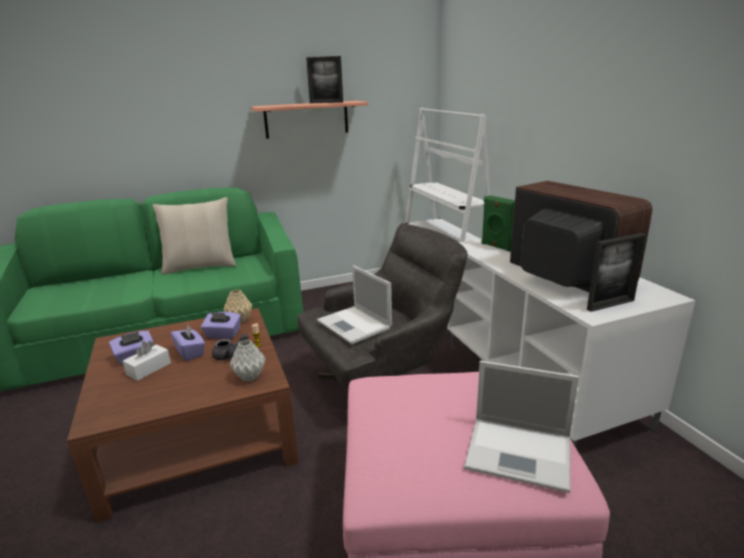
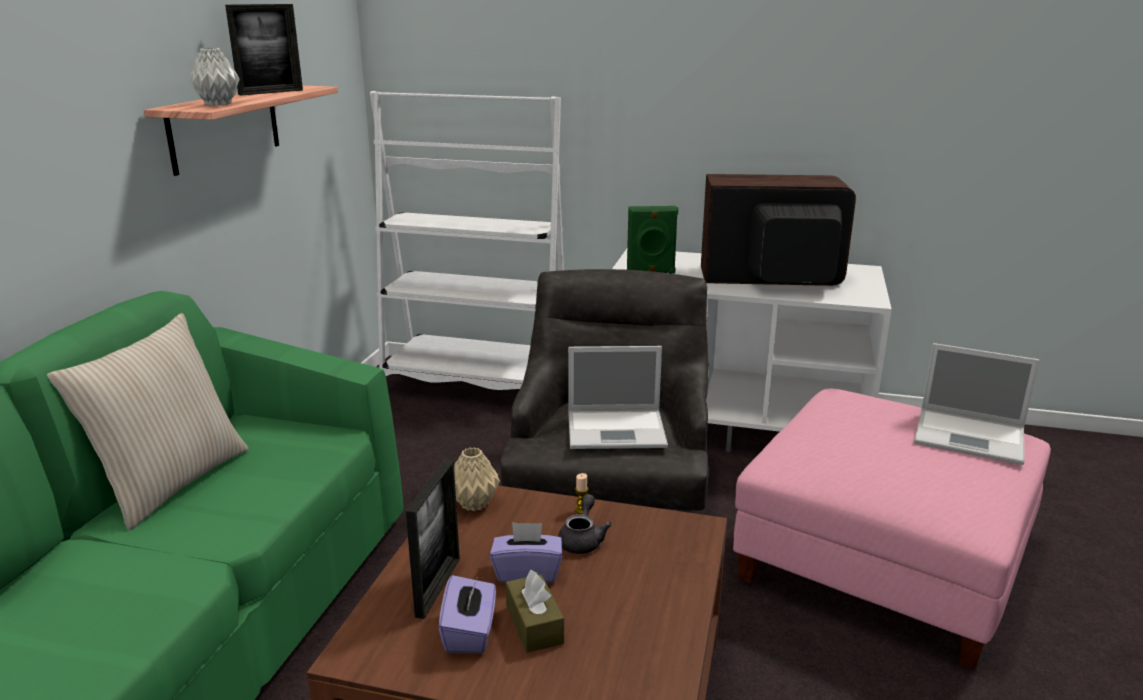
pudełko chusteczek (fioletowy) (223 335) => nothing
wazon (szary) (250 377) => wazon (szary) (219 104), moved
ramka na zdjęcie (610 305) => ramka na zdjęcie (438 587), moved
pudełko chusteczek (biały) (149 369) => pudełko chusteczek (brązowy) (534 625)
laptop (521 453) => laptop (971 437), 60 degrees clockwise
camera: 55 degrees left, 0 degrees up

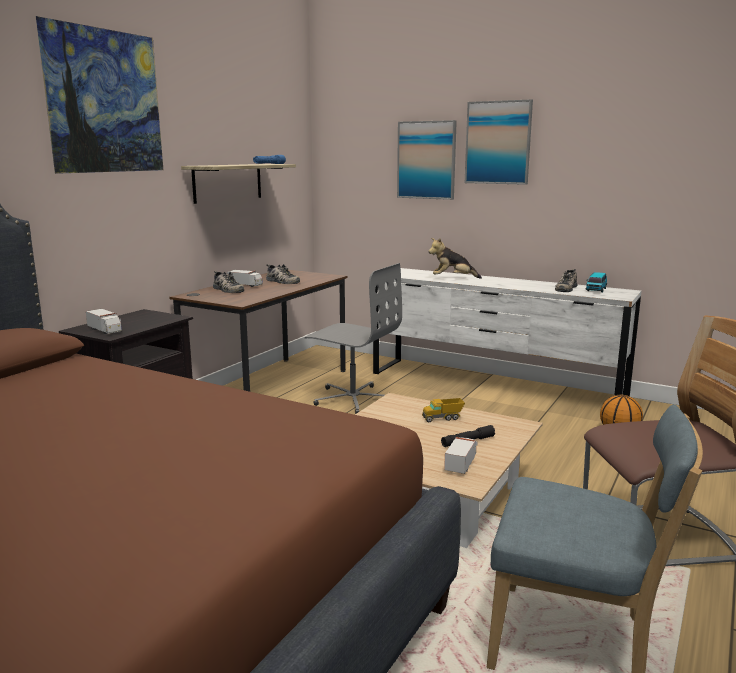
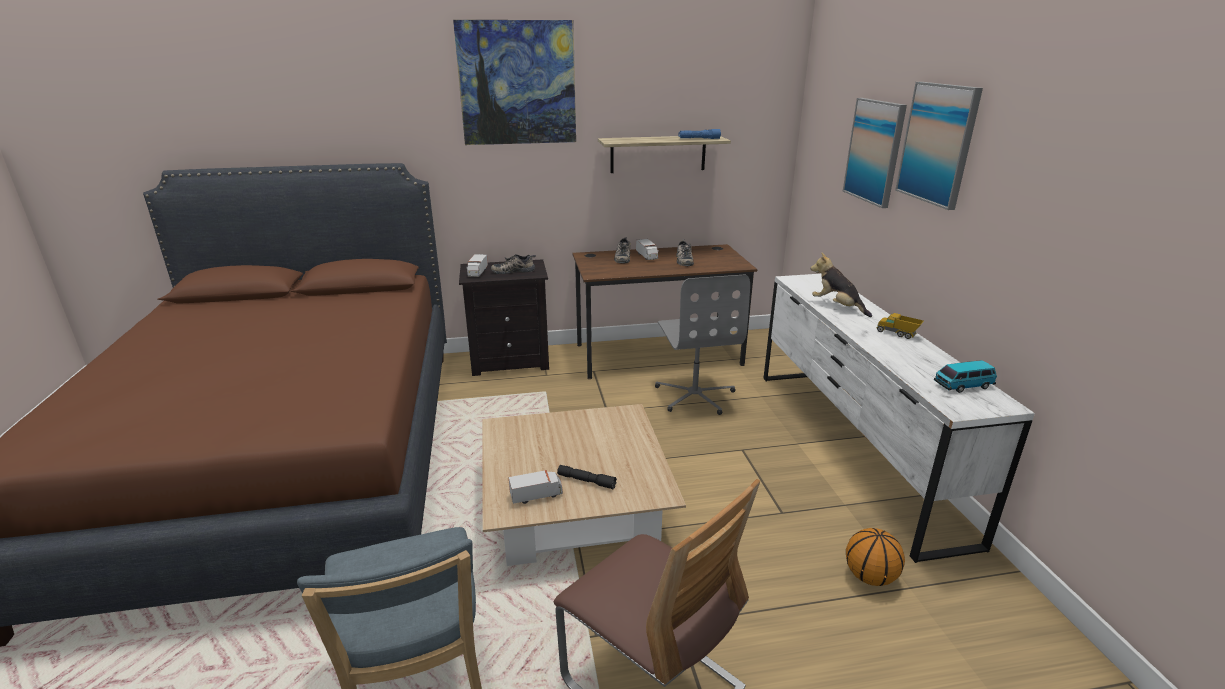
ciężarówka zabawkowa (443 418) => ciężarówka zabawkowa (897 334), moved
but (565 288) => but (514 270), moved
camera: 50 degrees right, 10 degrees up

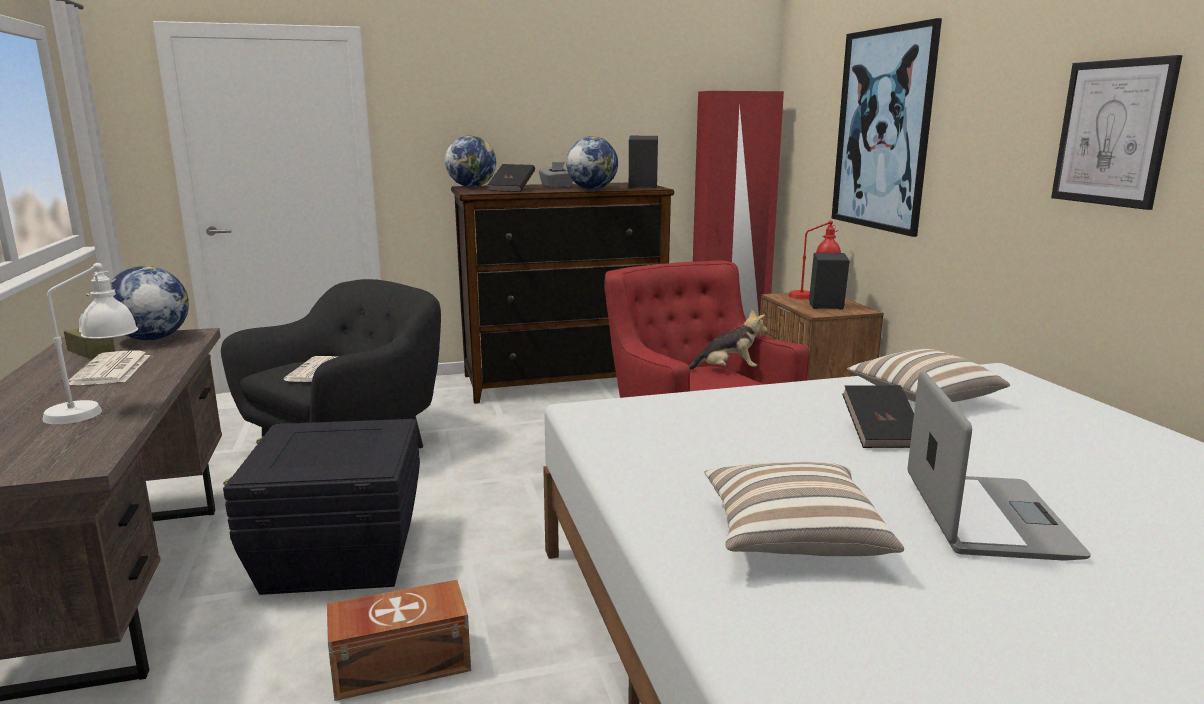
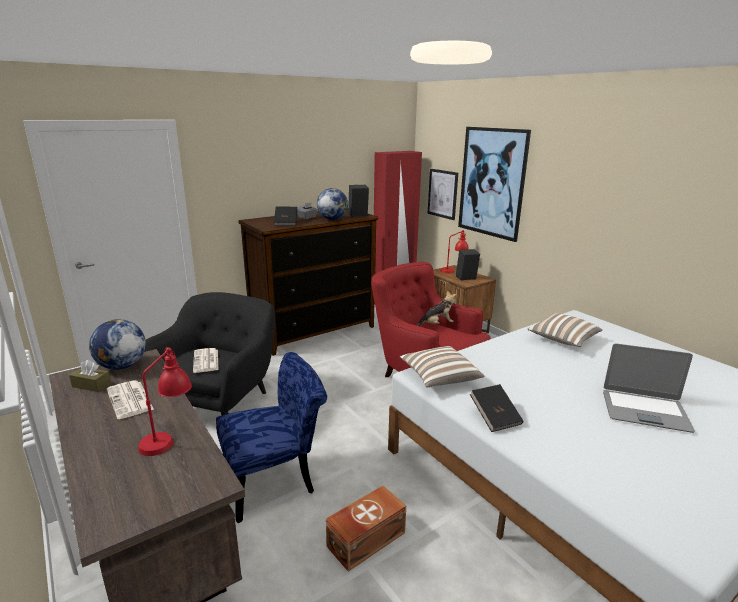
globus (472 187) => nothing
poduszka (792 537) => poduszka (439 377), moved
książka (czarny) (881 435) => książka (czarny) (495 417), moved
obraz (1113 133) => obraz (442 194), moved
pojemnik do przechowywania (czarny) (339 557) => krzesło (niebieski) (276 480)
lampa stołowa (biały) (99 410) => lampa stołowa (czerwony) (169 437)
laptop (986 517) => laptop (644 411), 120 degrees clockwise
camera: 20 degrees left, 5 degrees up

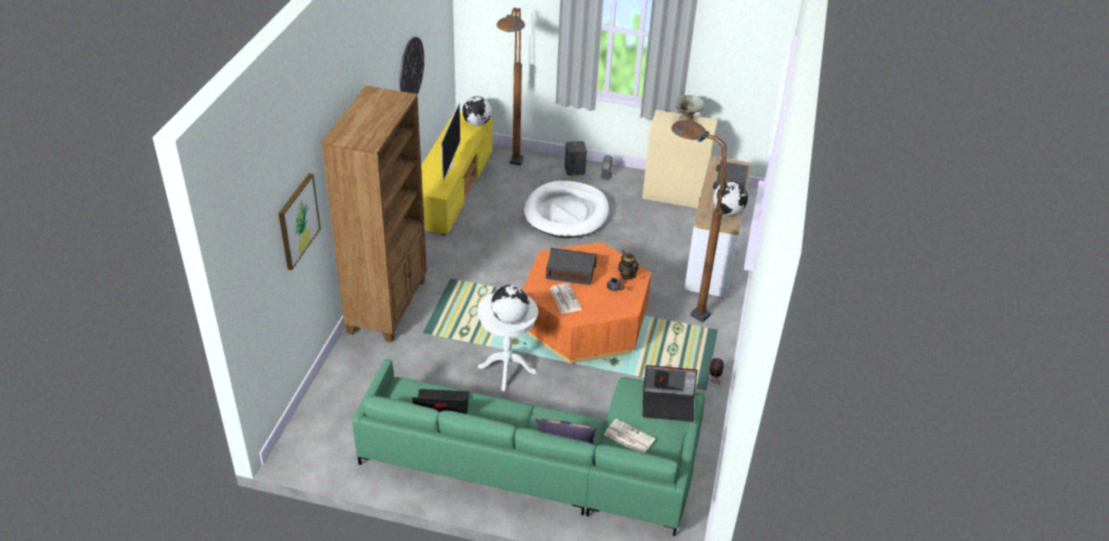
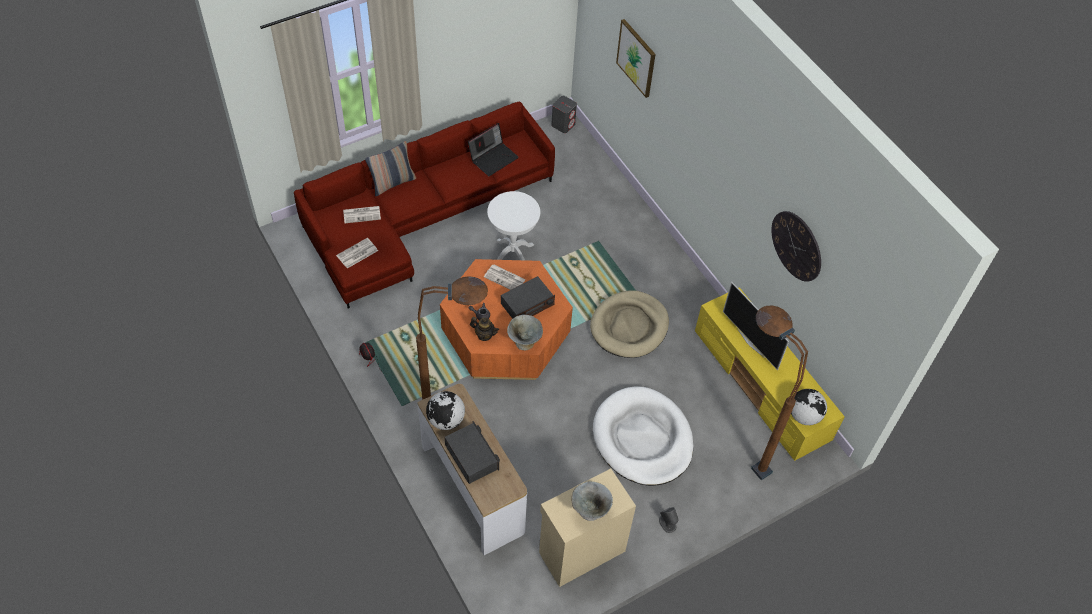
regał (brązowy) (388 305) => nothing
globus (510 318) => nothing
nothing => miska (szary) (524 342)
nothing => legowisko (beżowy) (629 326)
głośnik (szary) (574 170) => głośnik (szary) (563 124), moved
laptop (669 404) => gazeta (357 254)
kanapa (zielony) (545 461) => kanapa (czerwony) (421 216)
camera: 135 degrees right, 15 degrees up

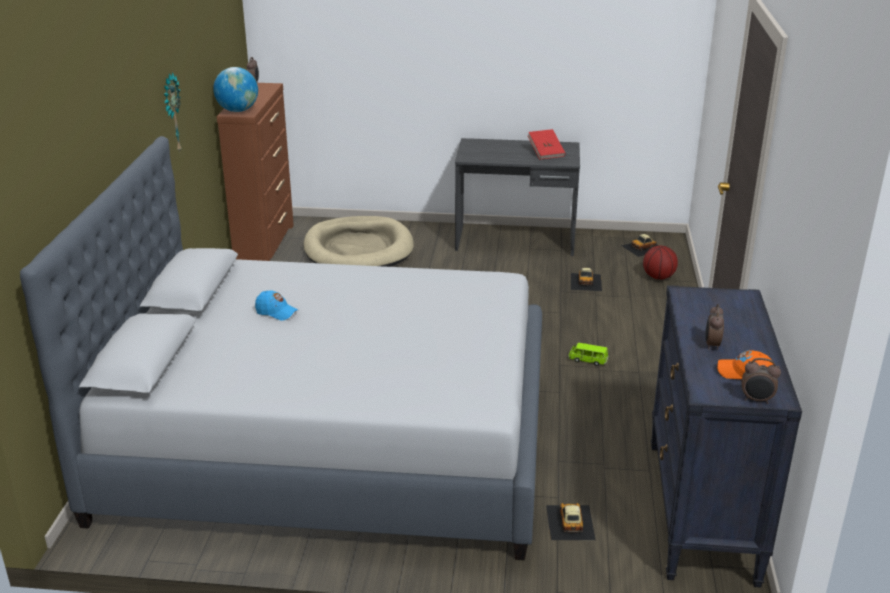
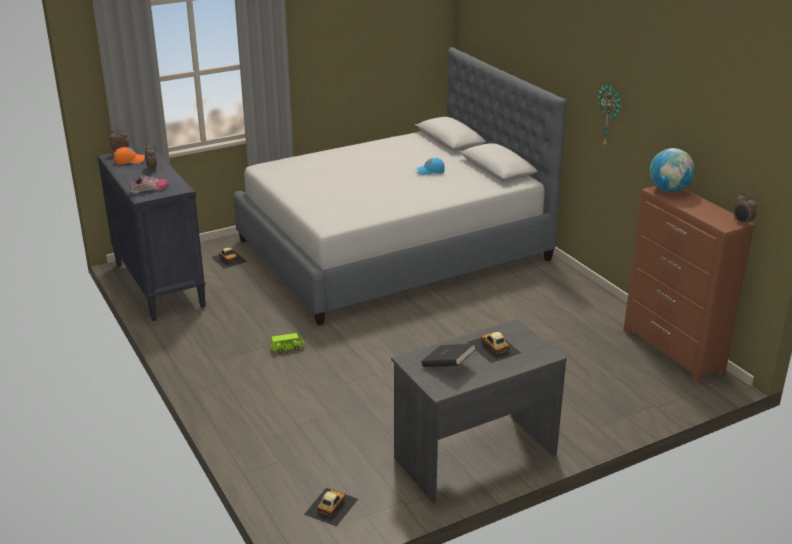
legowisko (beżowy) (358 249) => nothing
piłka do koszykówki (659 277) => nothing
nothing => but (149 189)
samochodzik (586 281) => samochodzik (493 347), moved
książka (czerwony) (546 153) => książka (czarny) (448 365)
camera: 145 degrees right, 0 degrees up

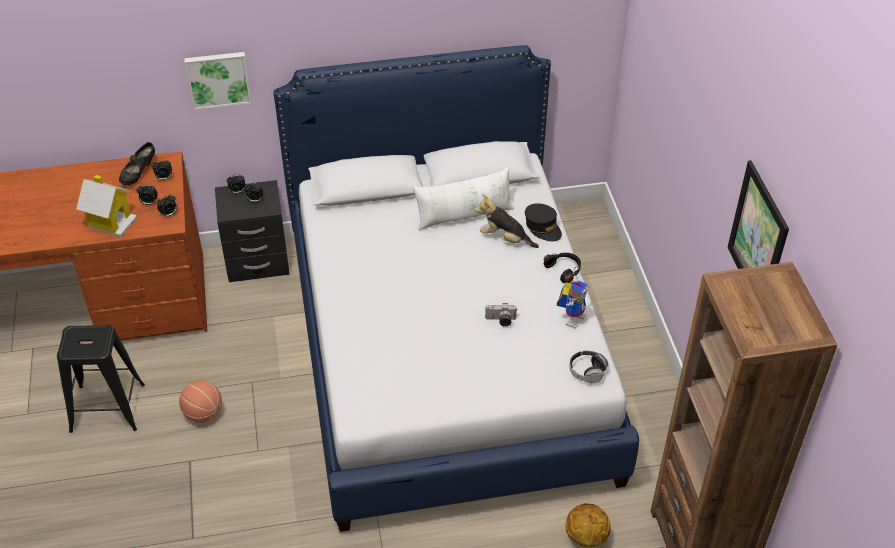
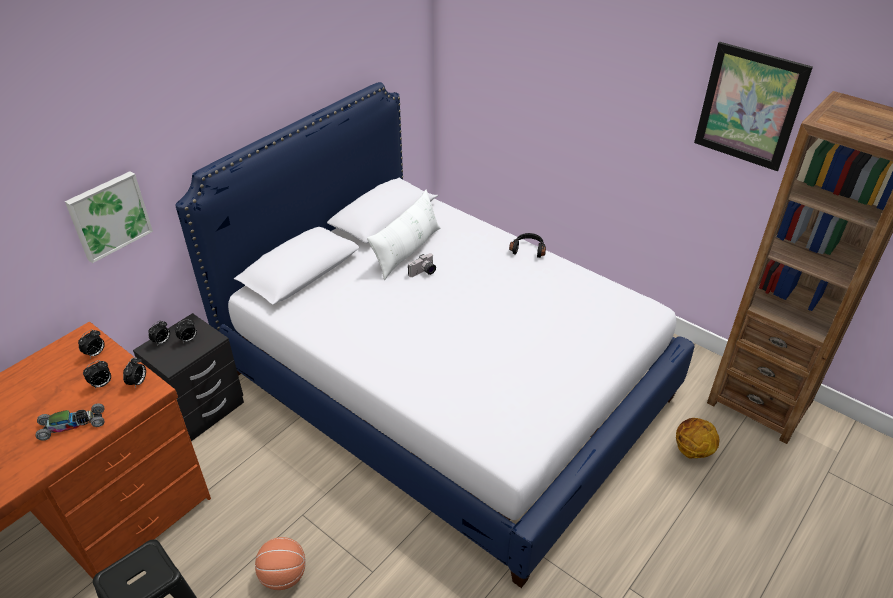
but (czarny) (139 174) => nothing
pluszak (505 238) => nothing
czapka z daszkiem (czarny) (543 227) => nothing
robot zabawkowy (573 317) => nothing
słuchawki (587 372) => nothing
aparat fotograficzny (500 321) => aparat fotograficzny (423 273), moved
domek (111 221) => samochodzik (72 425)
camera: 40 degrees left, 5 degrees down

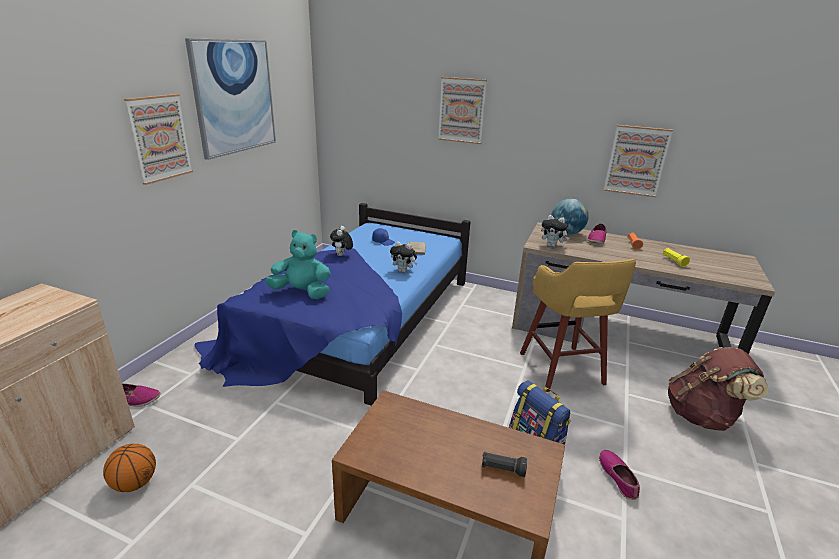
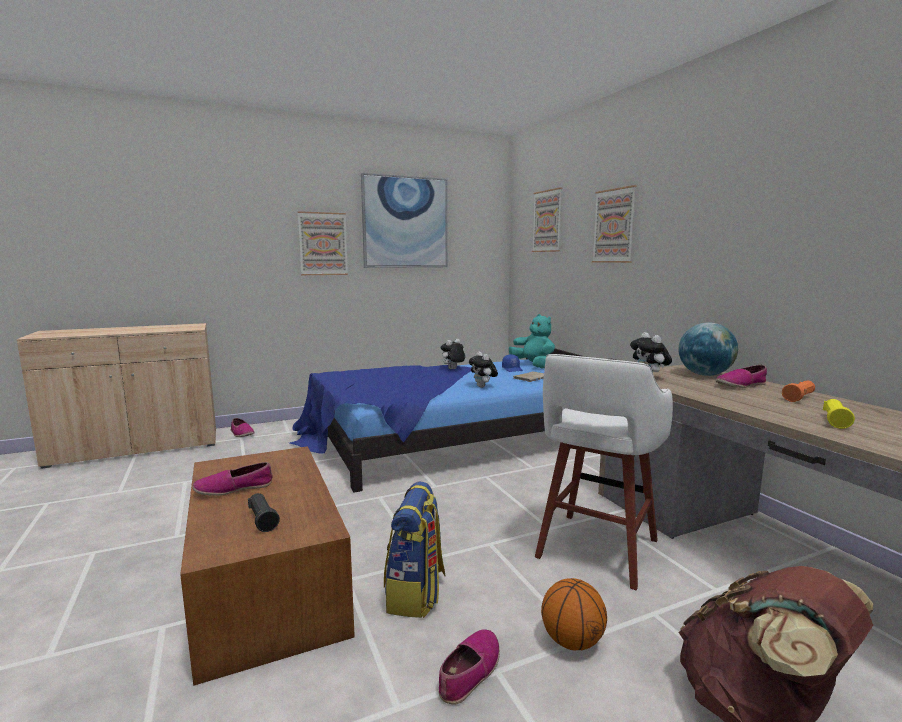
nothing => but (234 488)
piłka do koszykówki (135 483) => piłka do koszykówki (572 641), moved
pluszak (turkusowy) (302 293) => pluszak (turkusowy) (533 365), moved
obraz (636 161) => obraz (547 221), moved
stołek (żółty) (562 370) => stołek (biały) (595 550)
camera: 45 degrees right, 15 degrees down

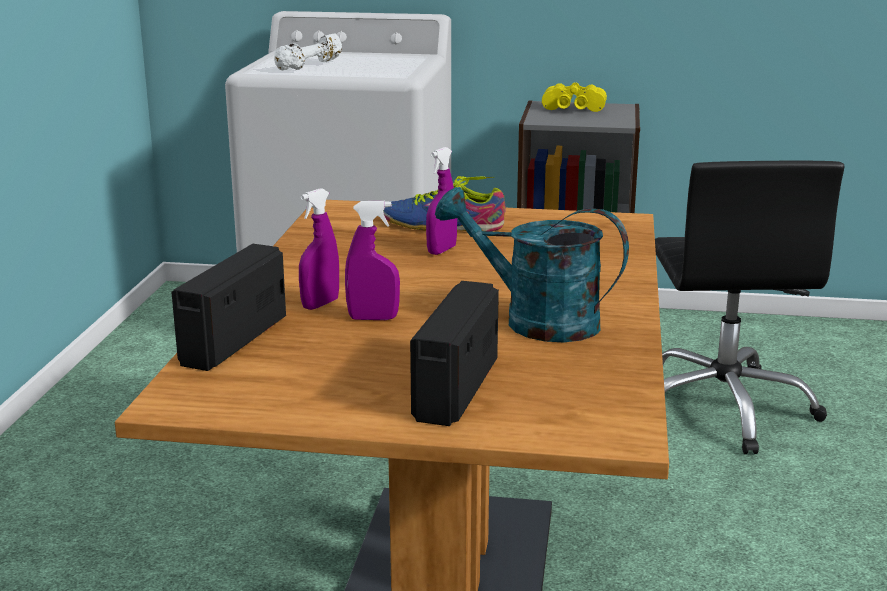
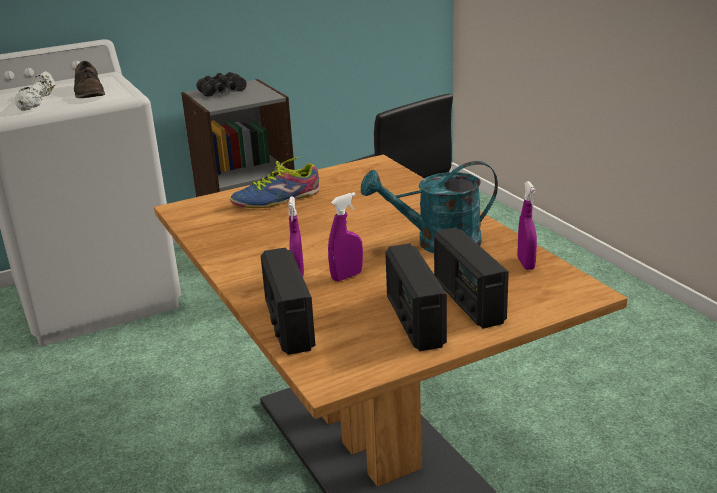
nothing => but (brązowy) (90 92)
nothing => radio (414 320)
spryskiwacz (fioletowy) (441 250) => spryskiwacz (fioletowy) (526 264), moved
lornetka (żółty) (573 109) => lornetka (czarny) (223 92)
camera: 35 degrees left, 5 degrees up

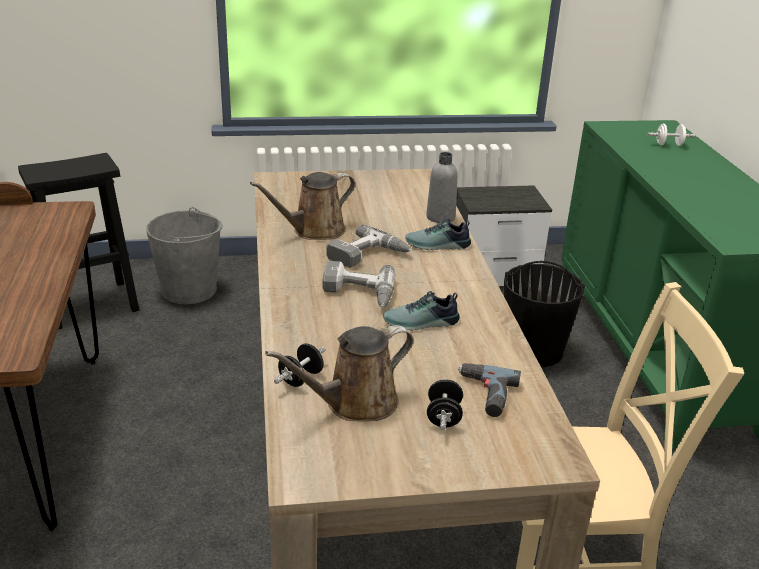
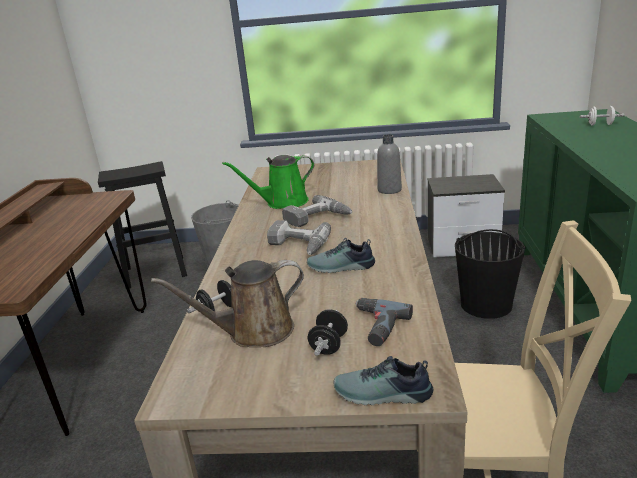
but (438 246) => but (382 395), moved
konewka (brązowy) (314 231) => konewka (zielony) (283 202)
camera: 15 degrees right, 5 degrees down

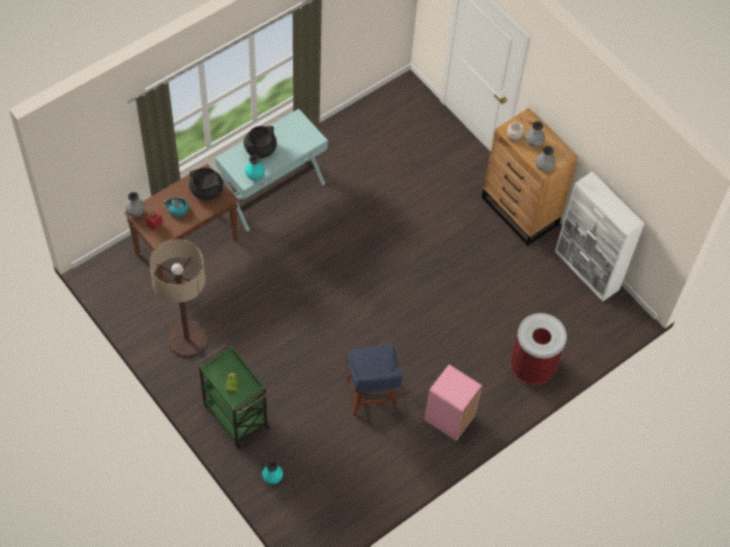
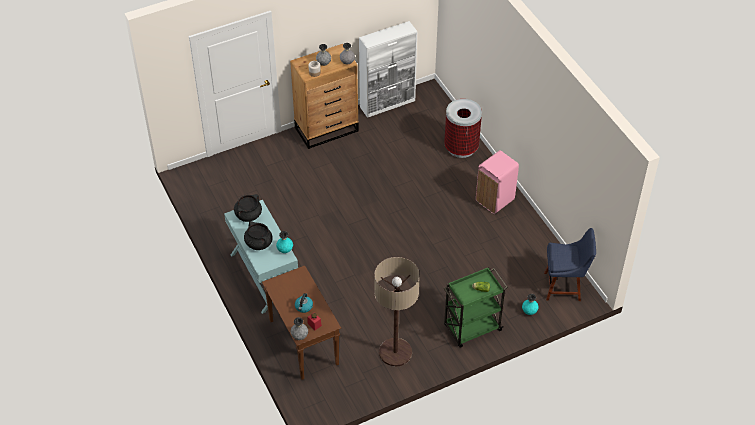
garnek (czarny) (207 190) => garnek (czarny) (248 215), moved
krzesło (niebieski) (372 396) => krzesło (niebieski) (564 286), moved
camera: 75 degrees left, 10 degrees down

